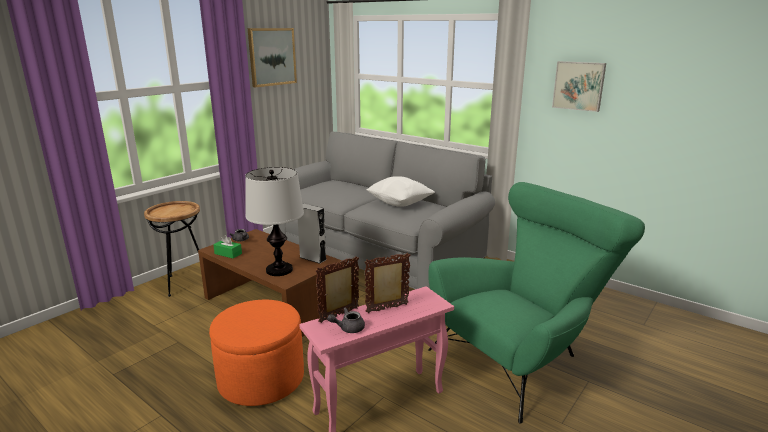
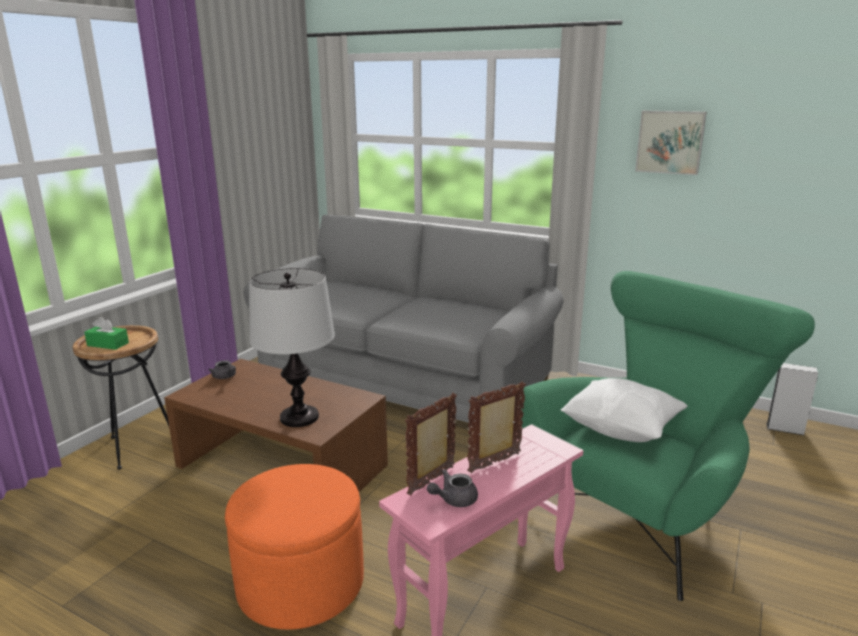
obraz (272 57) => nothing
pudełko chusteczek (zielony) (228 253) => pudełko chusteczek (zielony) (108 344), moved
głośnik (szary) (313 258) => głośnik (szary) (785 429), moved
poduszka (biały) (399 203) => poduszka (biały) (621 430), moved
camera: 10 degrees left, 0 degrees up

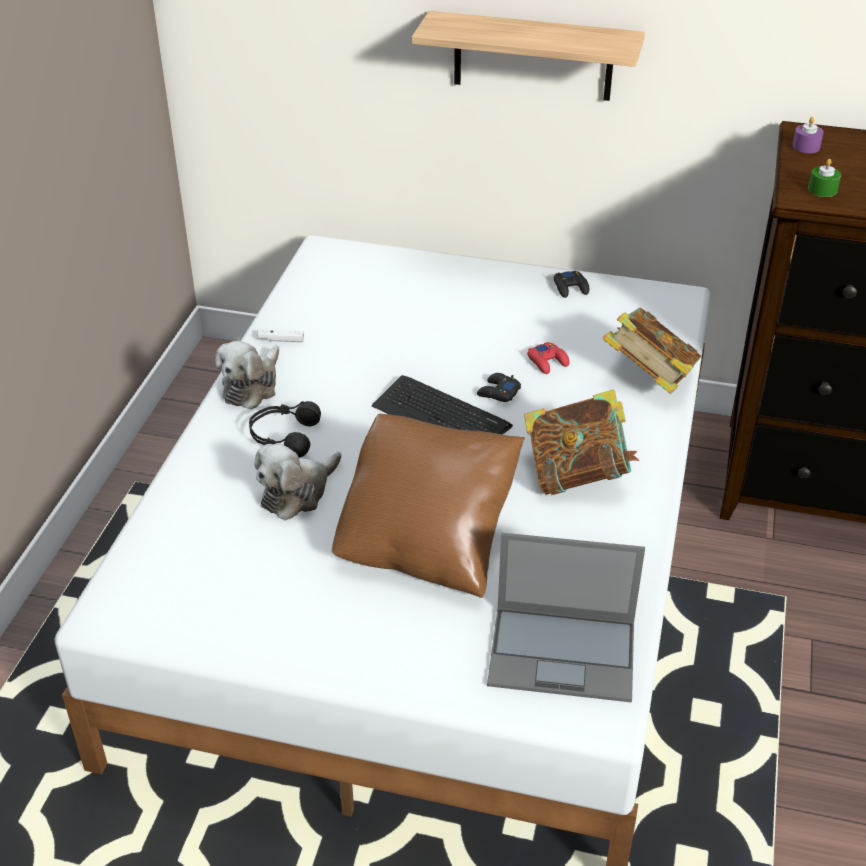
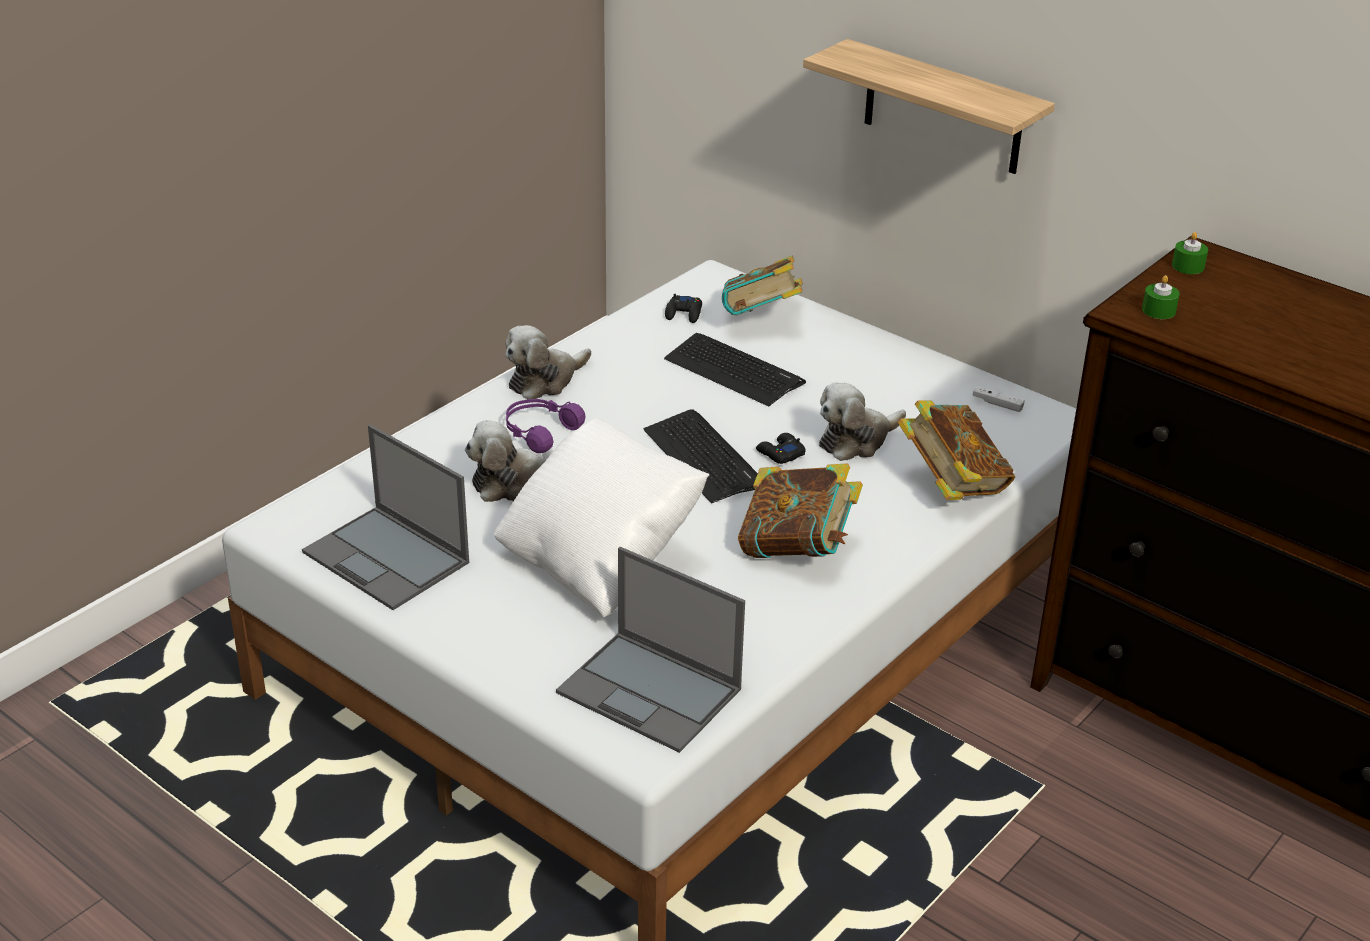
nothing => laptop (388 558)
nothing => klawiatura (734 371)
nothing => książka (761 320)
pad do gier (biały) (281 340) => pad do gier (biały) (997 404), moved
pad do gier (czarny) (571 288) => pad do gier (czarny) (684 313), moved
pad do gier (czerwony) (548 362) => pluszak (856 440)
słuchawki (czarny) (283 437) => słuchawki (fioletowy) (539 432)
poduszka (brązowy) (427 541) => poduszka (biały) (601 560)
świeca (fioletowy) (806 147) => świeca (zielony) (1188 266)
camera: 25 degrees right, 5 degrees down

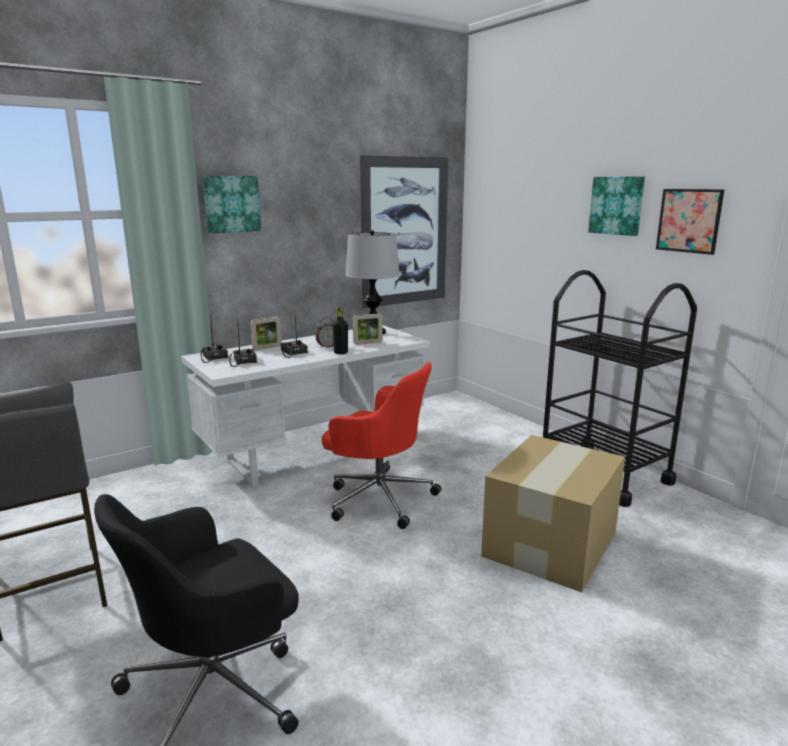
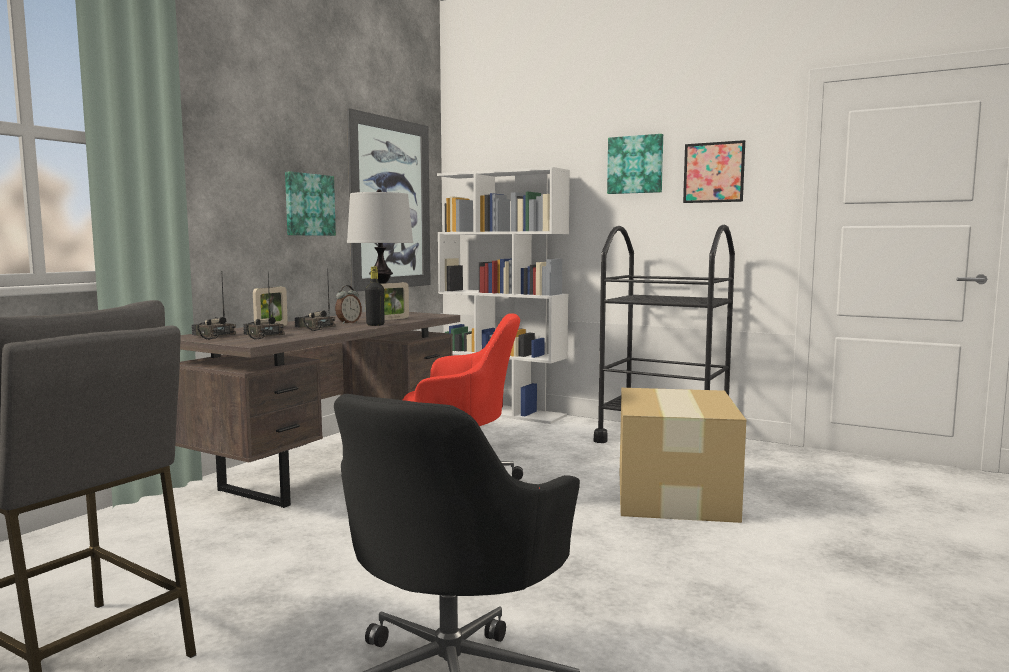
nothing => regał (biały) (502 412)
obraz (231 204) => obraz (308 205), moved
biurko (biały) (316 452) => biurko (brązowy) (334 466)
camera: 25 degrees left, 10 degrees down

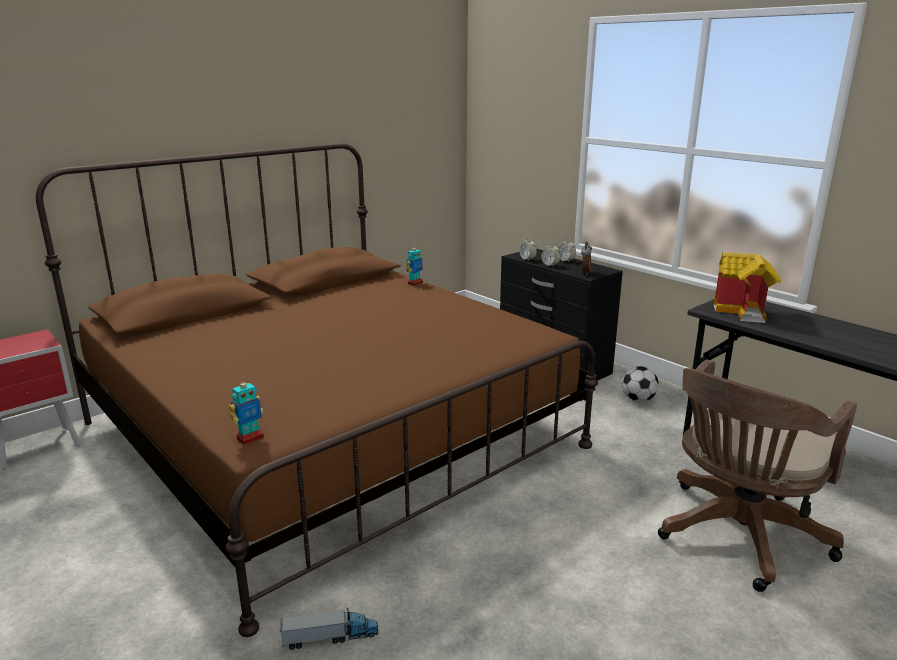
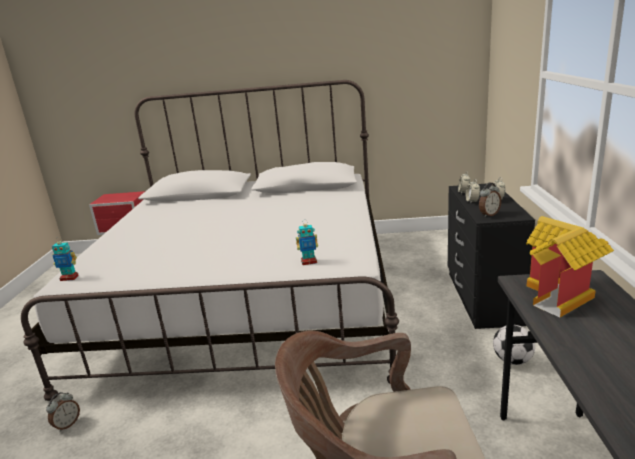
robot zabawkowy (415 283) => robot zabawkowy (309 262), moved
ciężarówka zabawkowa (330 637) => budzik (67 424)
łóżko (brązowy) (328 434) => łóżko (biały) (248 298)
camera: 45 degrees right, 0 degrees up

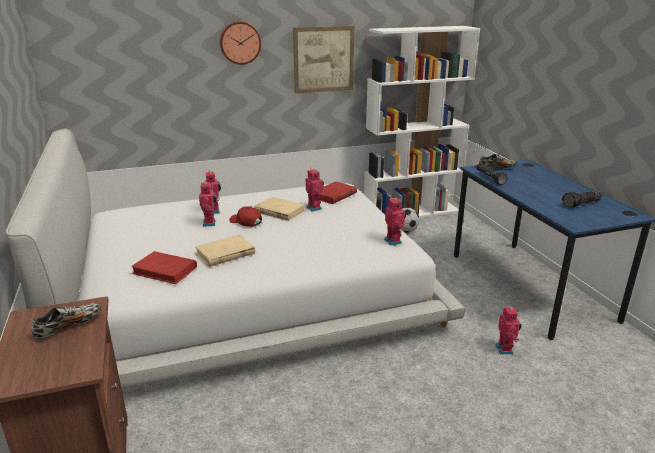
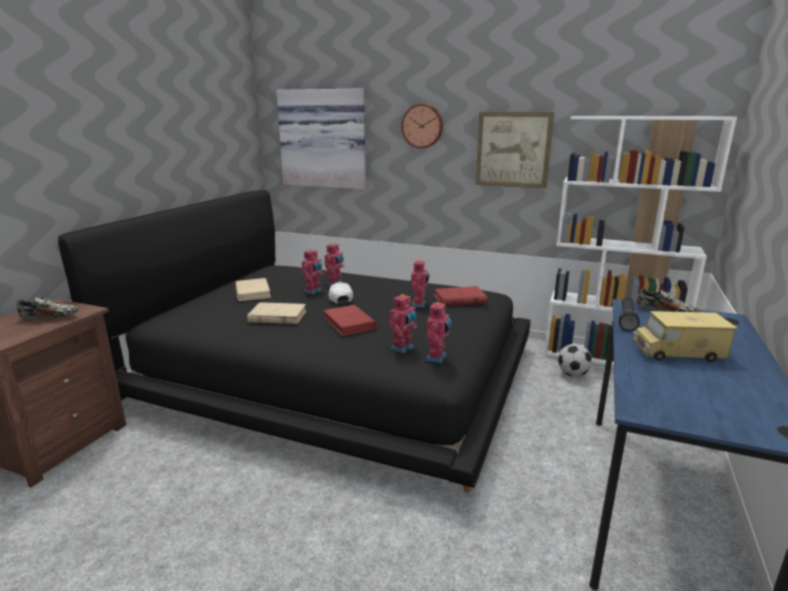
latarka (581 204) => nothing
nothing => obraz (324 139)
nothing => ciężarówka zabawkowa (678 352)
książka (czerwony) (165 270) => książka (czerwony) (349 323), moved
książka (beżowy) (279 211) => książka (beżowy) (252 292), moved
robot zabawkowy (505 349) => robot zabawkowy (403 348), moved
łóżko (biały) (247 294) => łóżko (czarny) (332 373)
czapka z daszkiem (czerwony) (246 222) => czapka z daszkiem (biały) (340 298)
camera: 40 degrees right, 5 degrees down

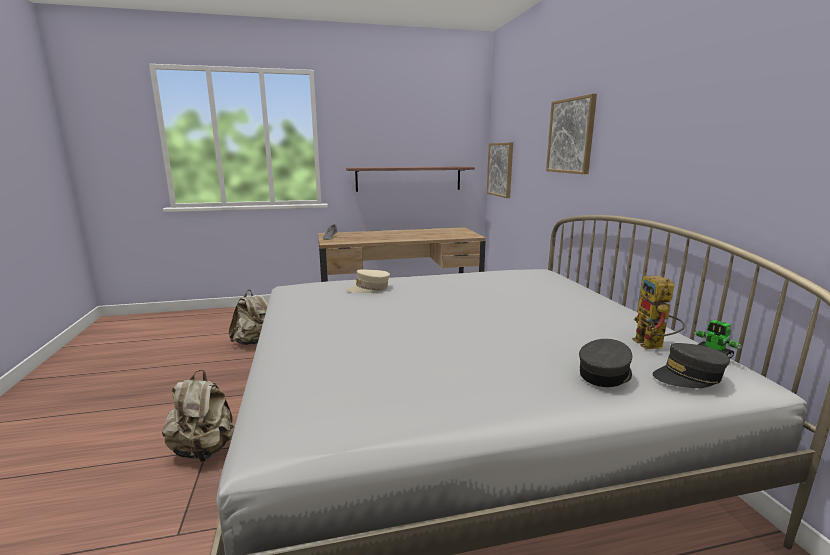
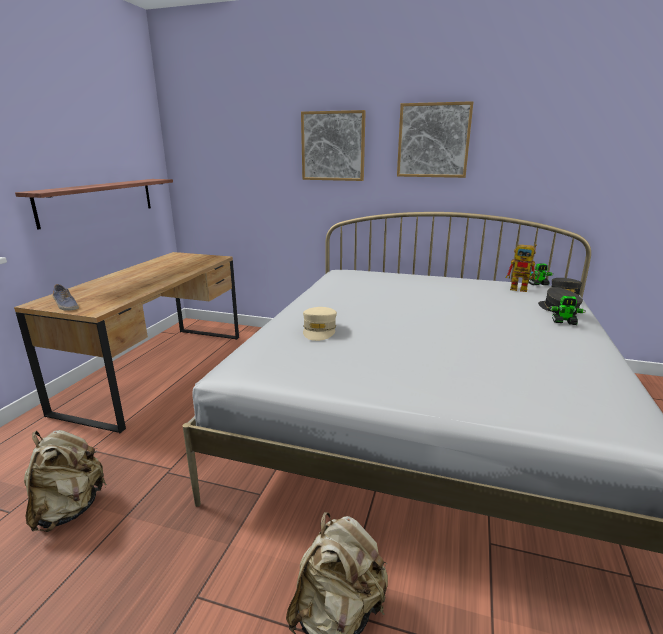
nothing => robot zabawkowy (564 322)
obraz (500 169) => obraz (433 140), moved
camera: 60 degrees left, 5 degrees up

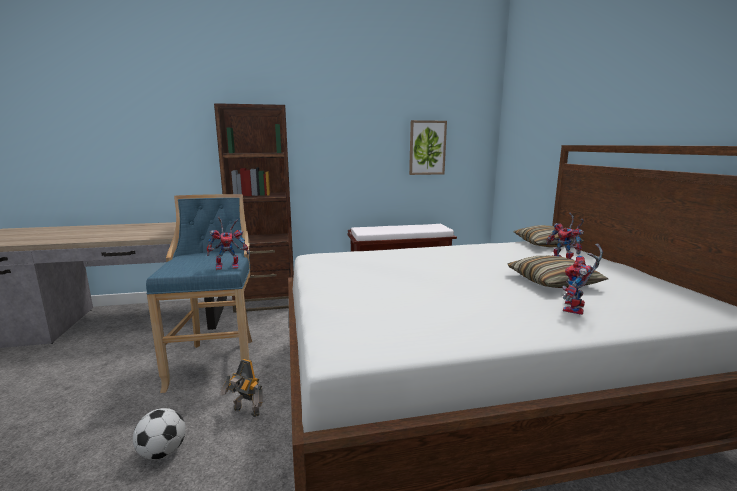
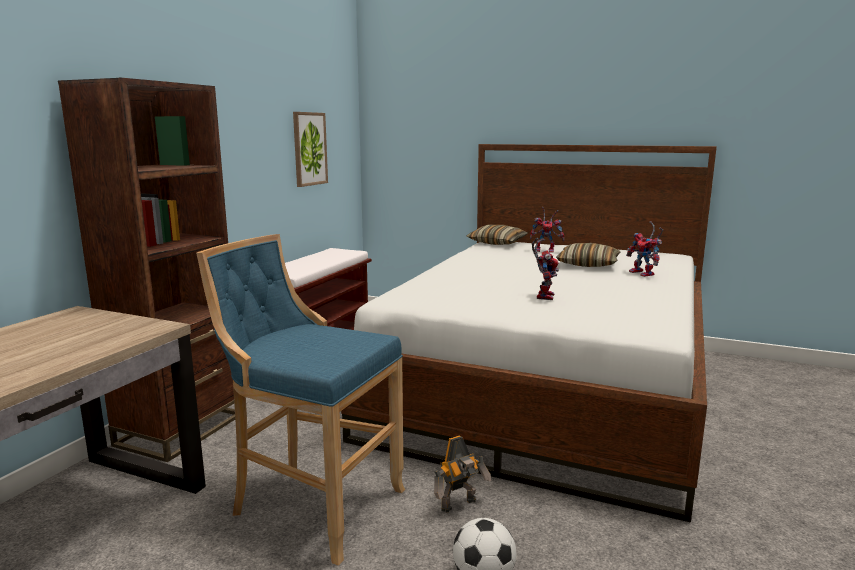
robot zabawkowy (229 266) => robot zabawkowy (543 295), moved
camera: 55 degrees left, 0 degrees up

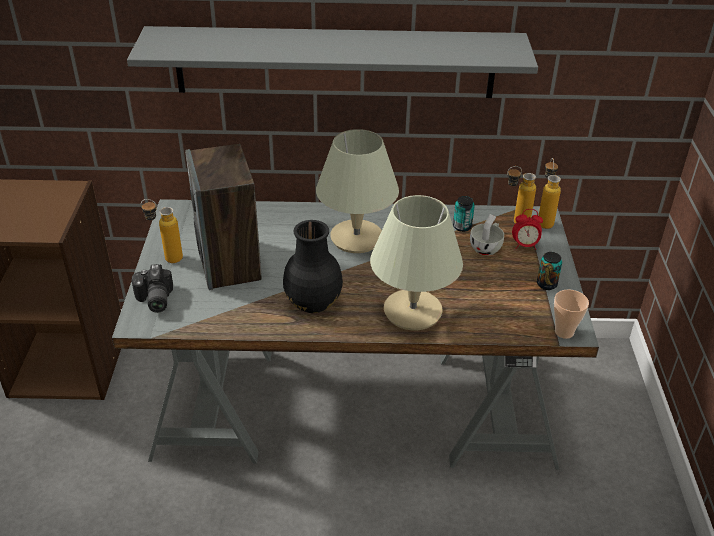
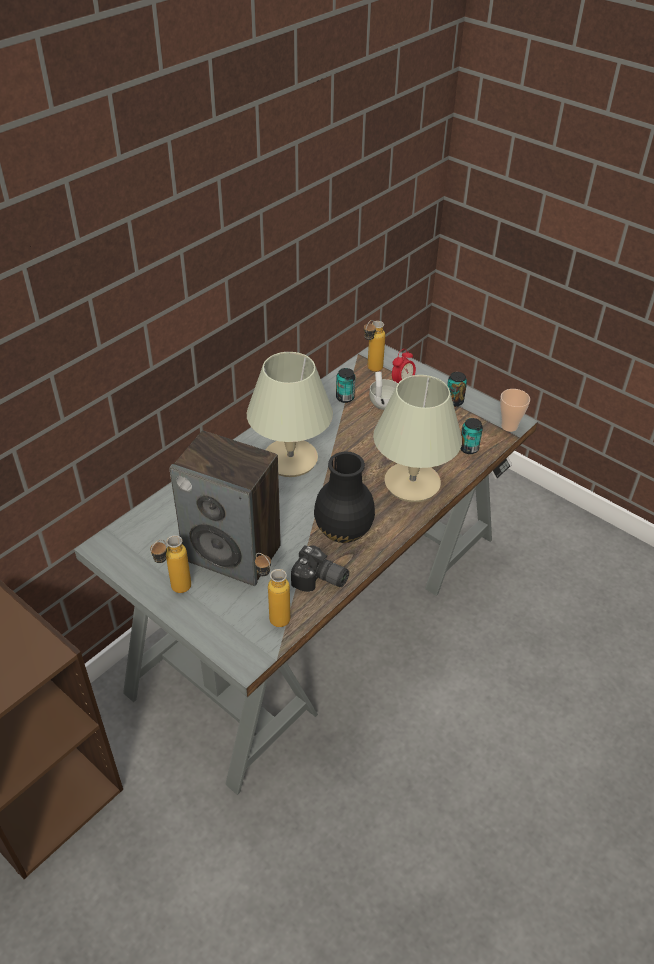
półka (szary) (335 62) => nothing
nothing => puszka (468 448)
aparat fotograficzny (153 300) => aparat fotograficzny (319 580), moved
butelka (543 220) => butelka (273 615), moved
camera: 50 degrees left, 5 degrees up

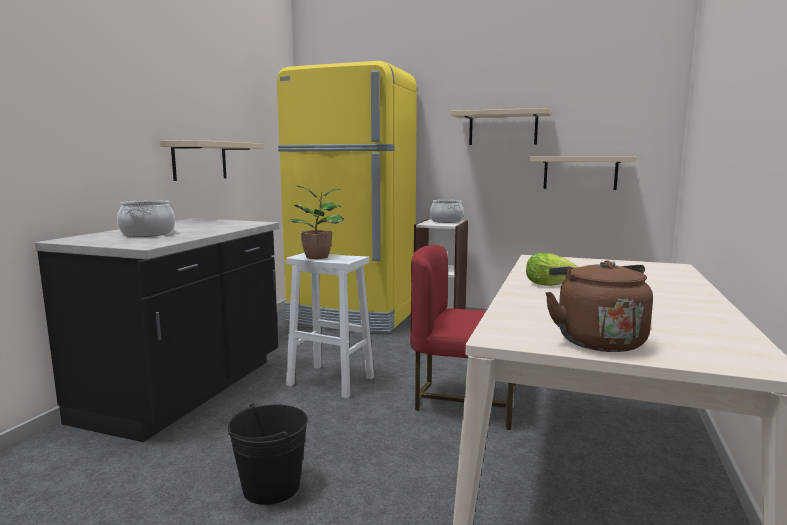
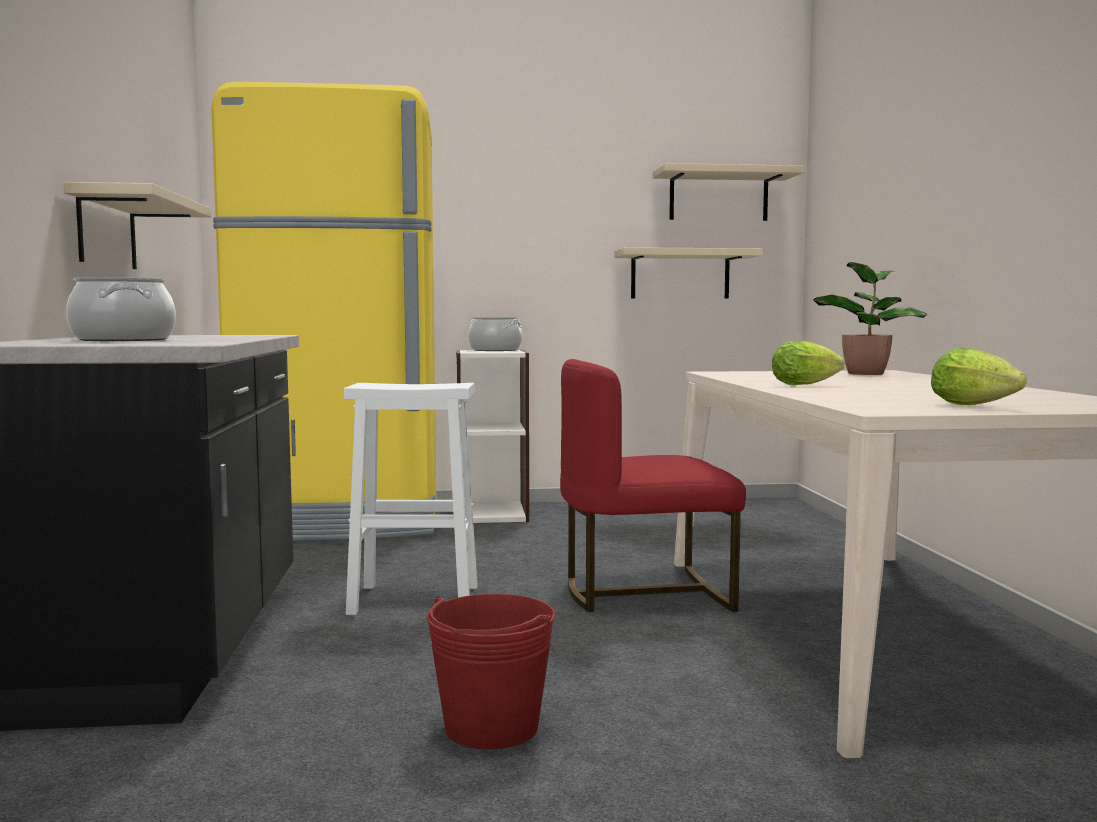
roślina doniczkowa (319 257) => roślina doniczkowa (866 373), moved
półka (beżowy) (503 128) => półka (beżowy) (718 196), moved
czajnik (brązowy) (596 340) => sałata (978 406)
wiadro (czarny) (271 487) => wiadro (czerwony) (491 727)
camera: 25 degrees left, 5 degrees down

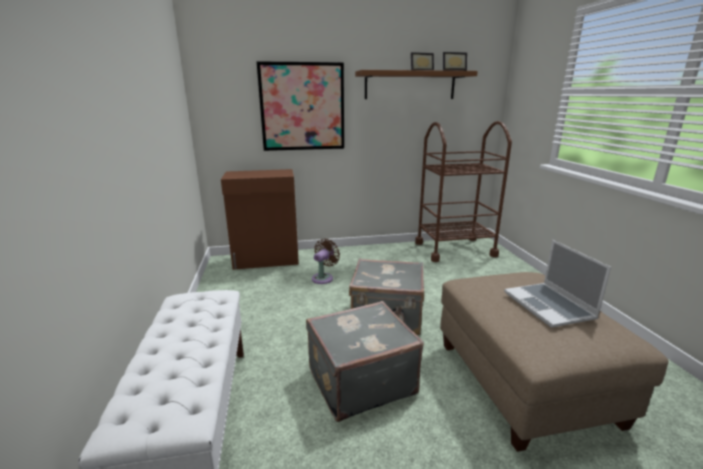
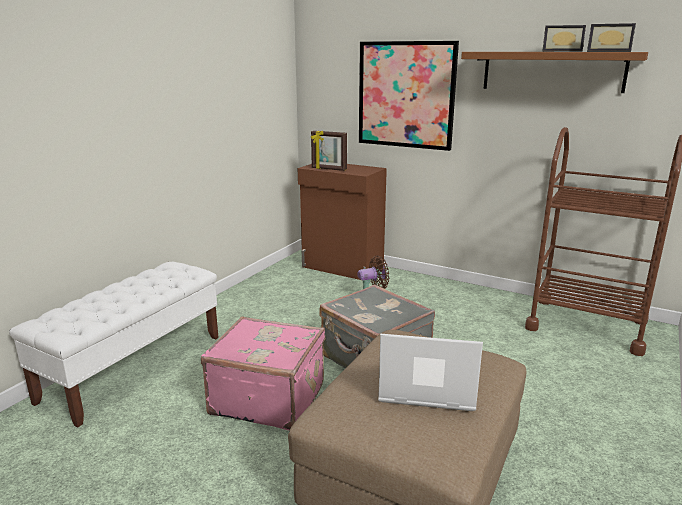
nothing => ramka na zdjęcie (328 169)
walizka (szary) (359 380) => walizka (różowy) (268 398)
laptop (549 306) => laptop (425 388), 75 degrees clockwise
camera: 40 degrees right, 0 degrees up

